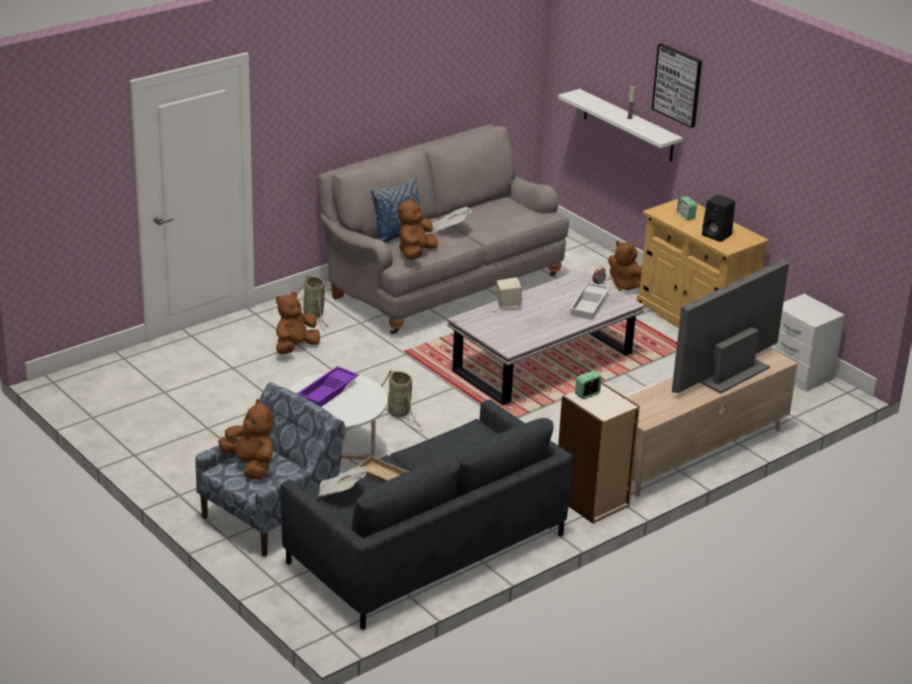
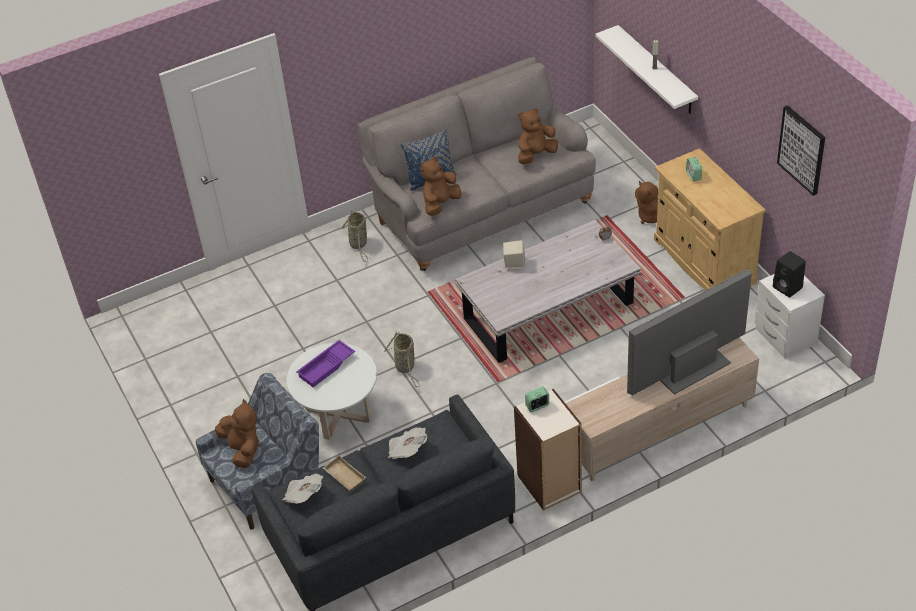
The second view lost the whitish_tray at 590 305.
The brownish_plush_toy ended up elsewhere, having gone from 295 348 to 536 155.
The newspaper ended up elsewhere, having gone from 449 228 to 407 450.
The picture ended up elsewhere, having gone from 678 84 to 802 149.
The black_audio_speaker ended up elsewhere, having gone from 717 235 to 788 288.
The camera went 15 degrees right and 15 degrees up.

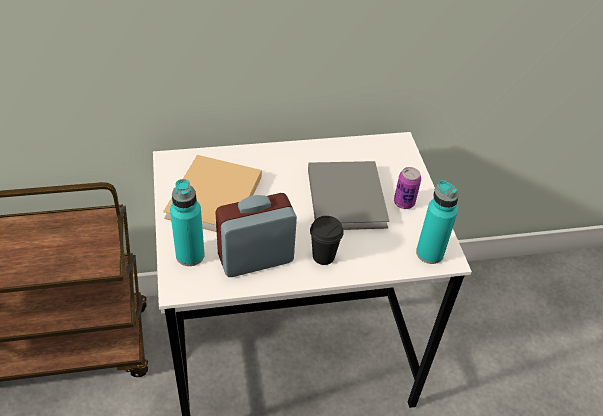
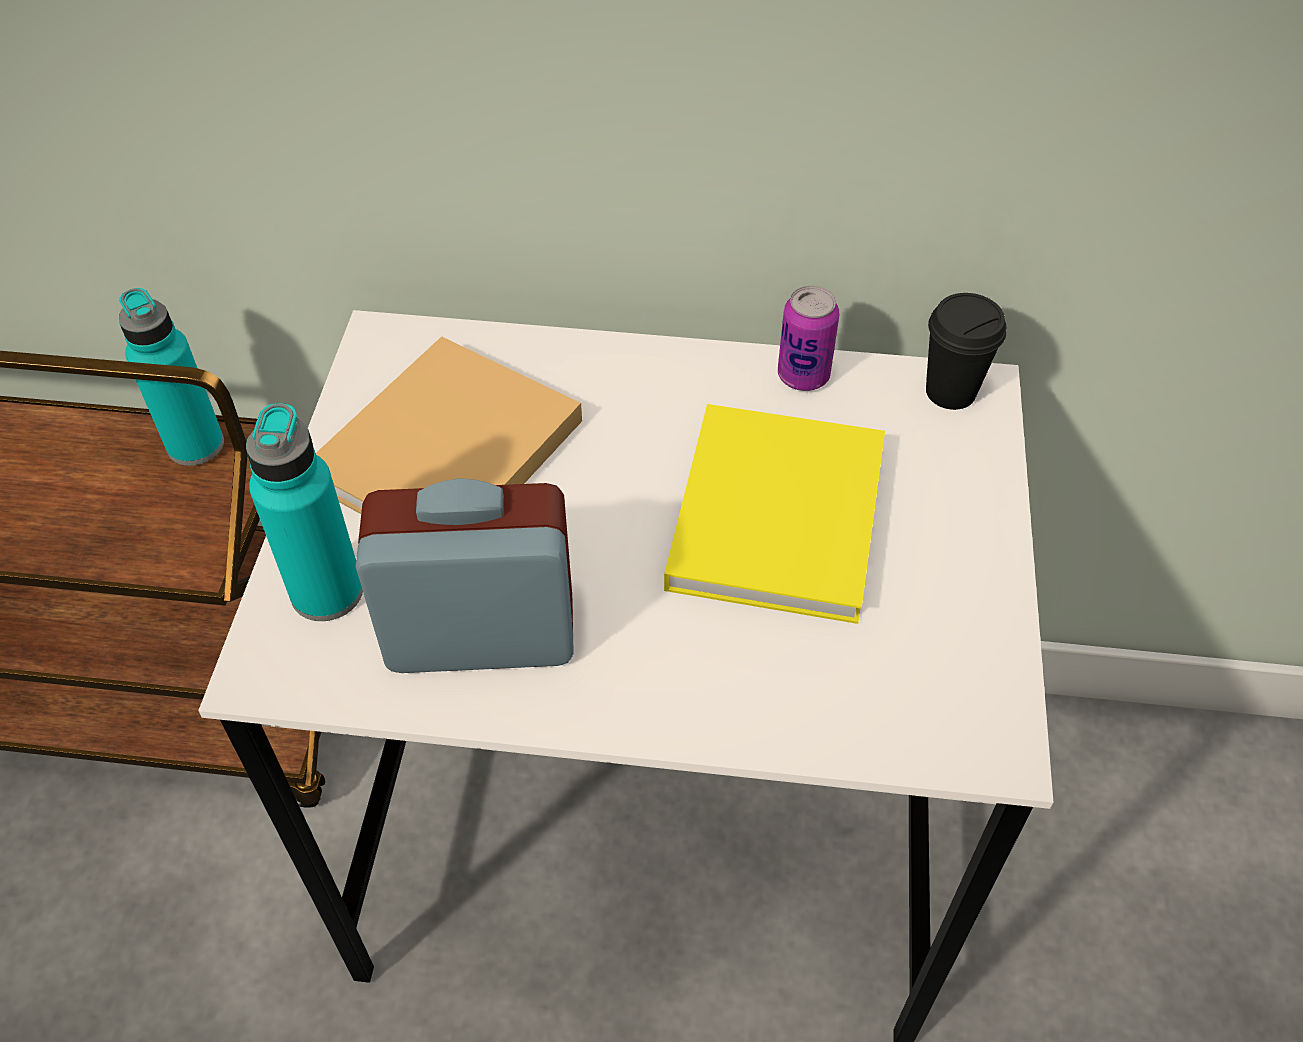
The black_cup ended up elsewhere, having gone from 323 256 to 950 392.
The metal_can ended up elsewhere, having gone from 404 203 to 803 376.
The turquoise-coloured_beverage_bottle ended up elsewhere, having gone from 429 253 to 196 445.
What was the grey_book at 346 195 turned into the yellowish_book at 778 510.
The camera went 20 degrees right and 5 degrees up.

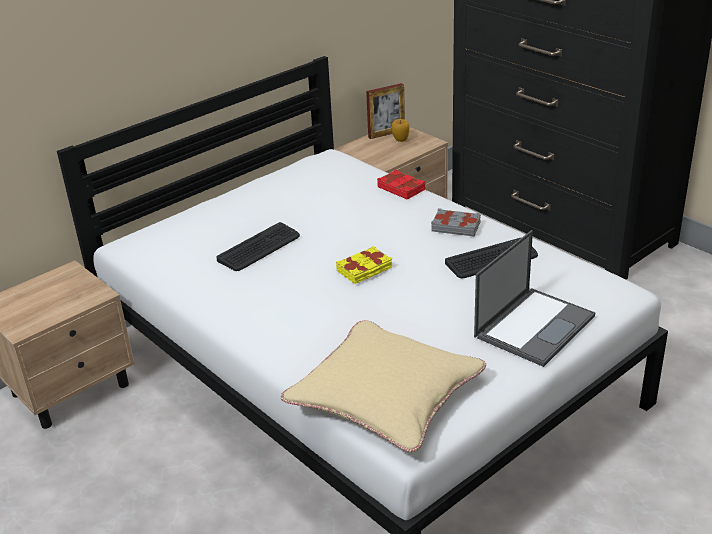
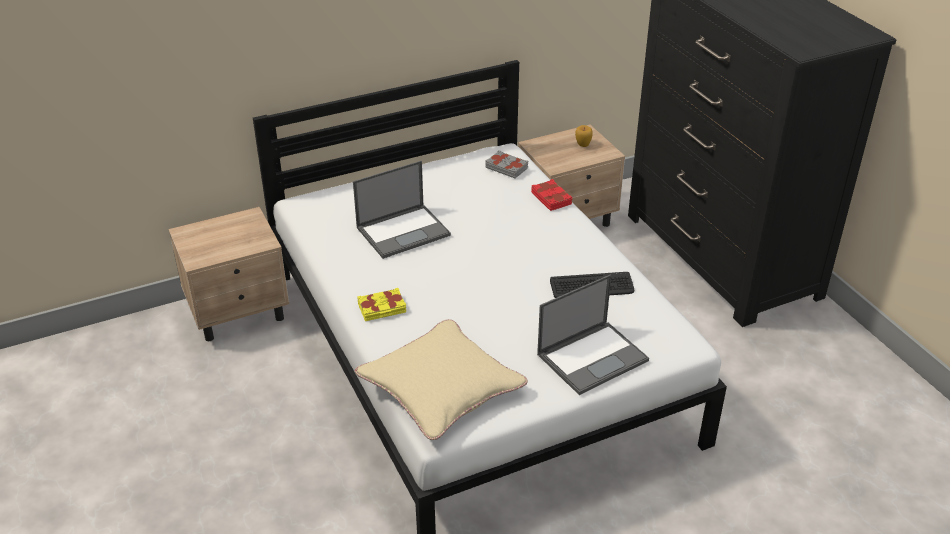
The second view lost the photo_frame at 386 133.
The yellowish_book ended up elsewhere, having gone from 365 269 to 382 308.
The grey_book ended up elsewhere, having gone from 456 226 to 507 167.
Where the computer_keyboard stood at 259 248, the laptop came to stand at 404 231.
The camera went 15 degrees right and 5 degrees up.

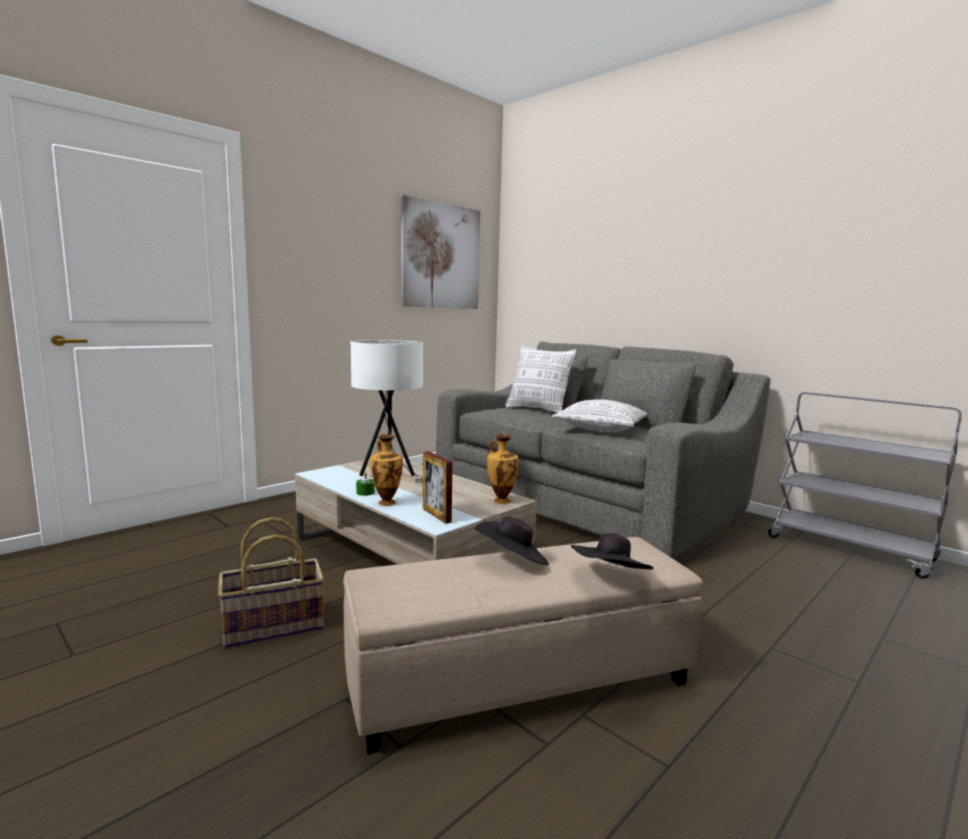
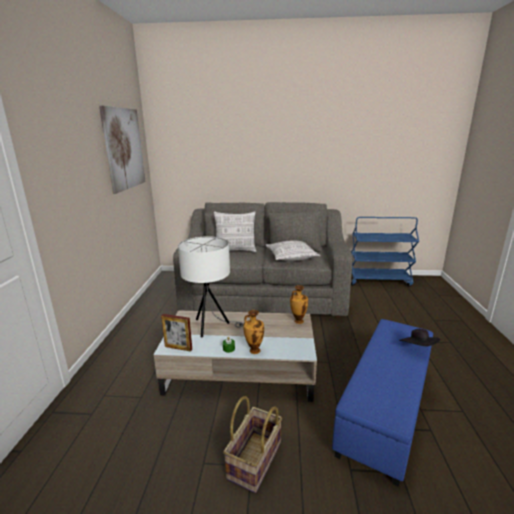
The second view lost the black_hat at 512 561.
The photo_frame ended up elsewhere, having gone from 436 515 to 178 348.
What was the beige_footrest at 520 681 turned into the blue_footrest at 386 410.
What was the grey_wheeled_cart at 851 549 turned into the blue_wheeled_cart at 378 280.
The camera went 40 degrees left and 10 degrees up.

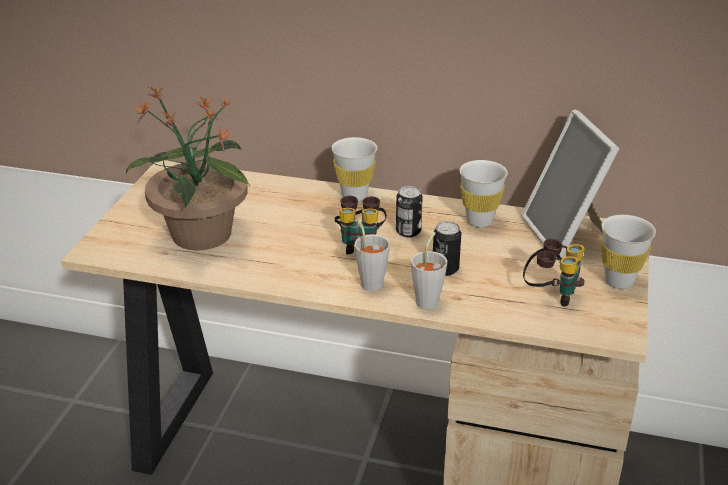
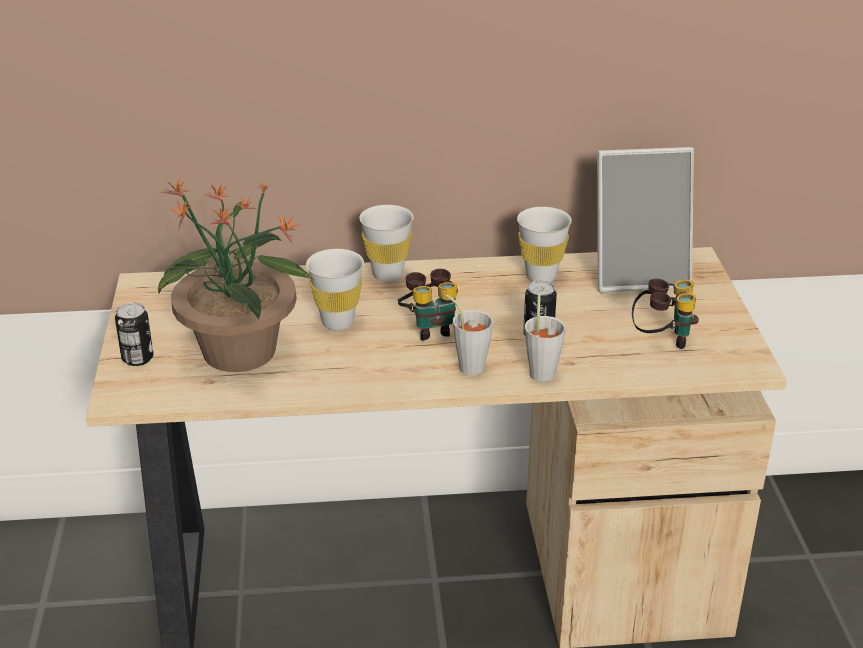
The metal_can ended up elsewhere, having gone from 408 231 to 137 358.
The whitish_cup ended up elsewhere, having gone from 618 281 to 337 322.
The photo_frame at 566 235 ended up facing another way, 60 degrees counterclockwise from before.
The camera went 20 degrees left and 0 degrees up.

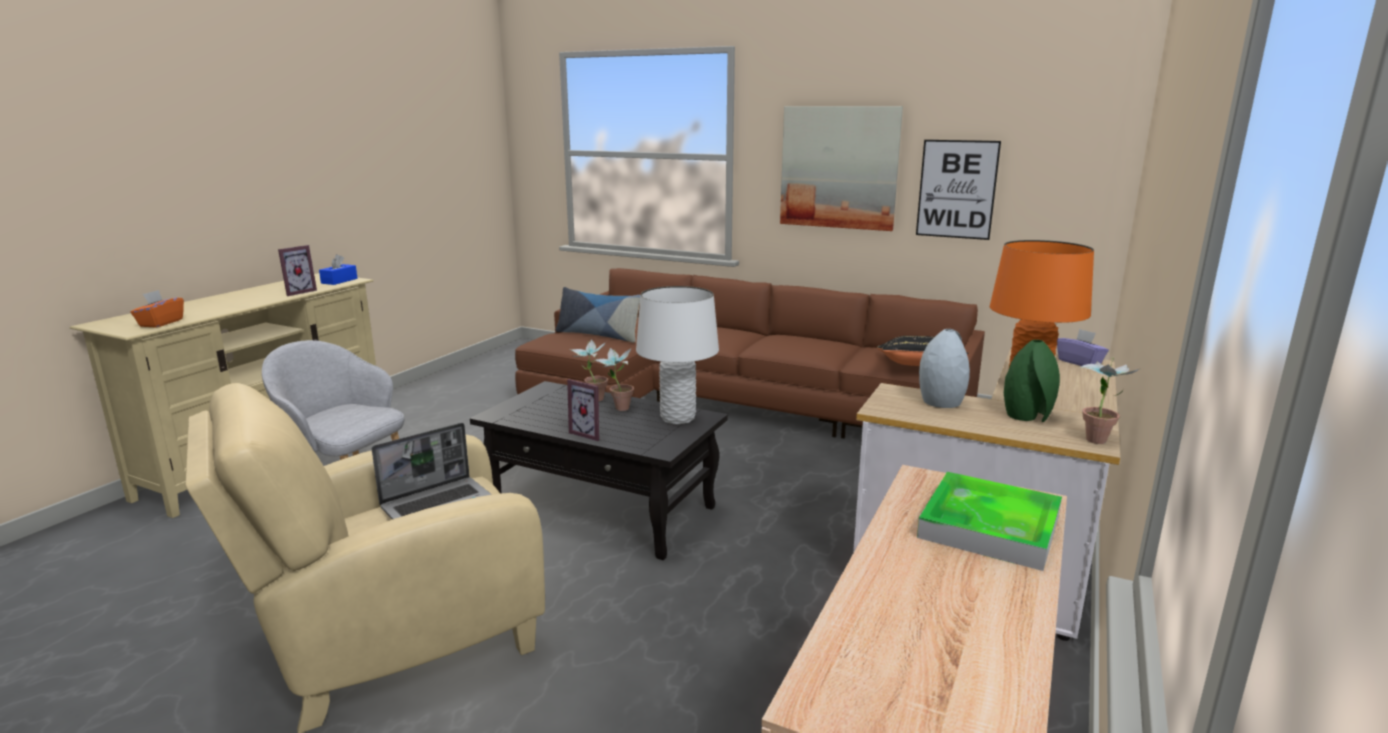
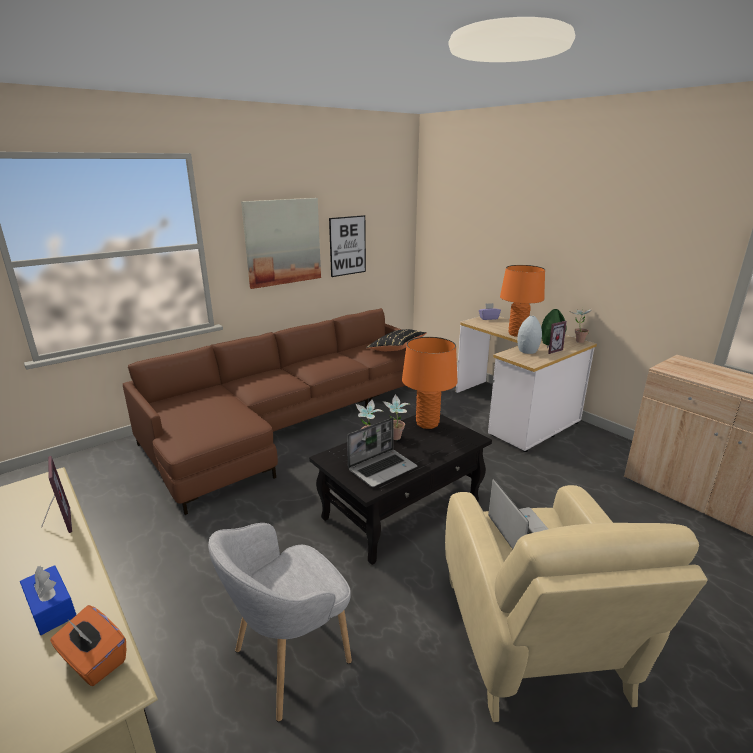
The second view lost the cushion at 598 335.
The second view lost the tray at 989 527.
The second view gained the laptop at 382 468.
The blue_tissue_holder ended up elsewhere, having gone from 339 281 to 51 608.
The photo_frame ended up elsewhere, having gone from 590 433 to 551 350.
What was the whitish_tabletop_lamp at 677 418 turned into the orange-coloured_tabletop_lamp at 427 423.
The camera went 65 degrees left and 5 degrees up.

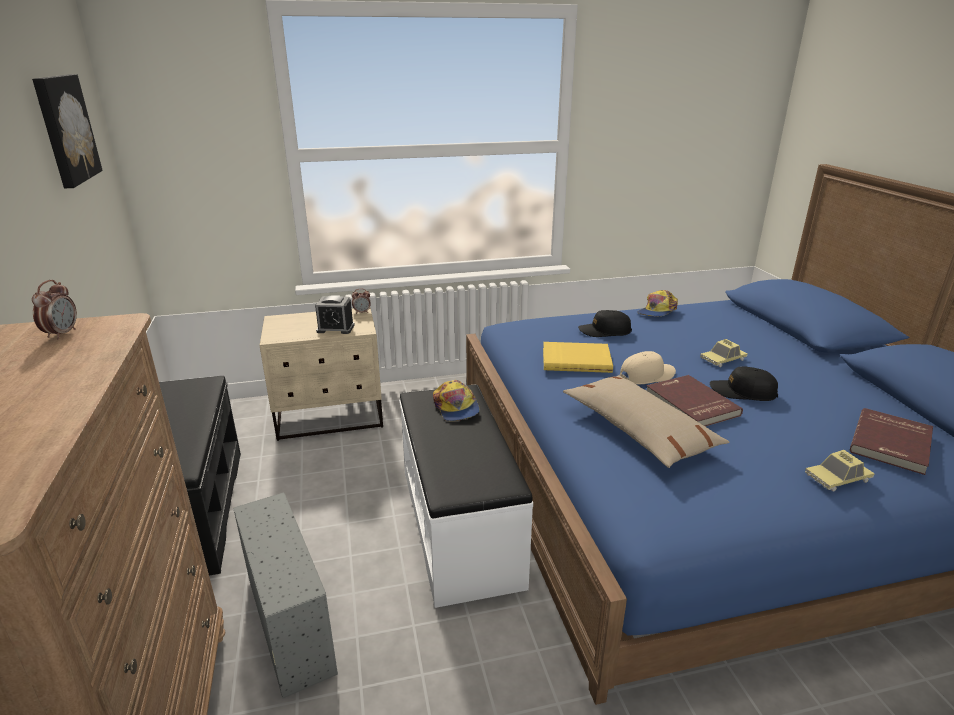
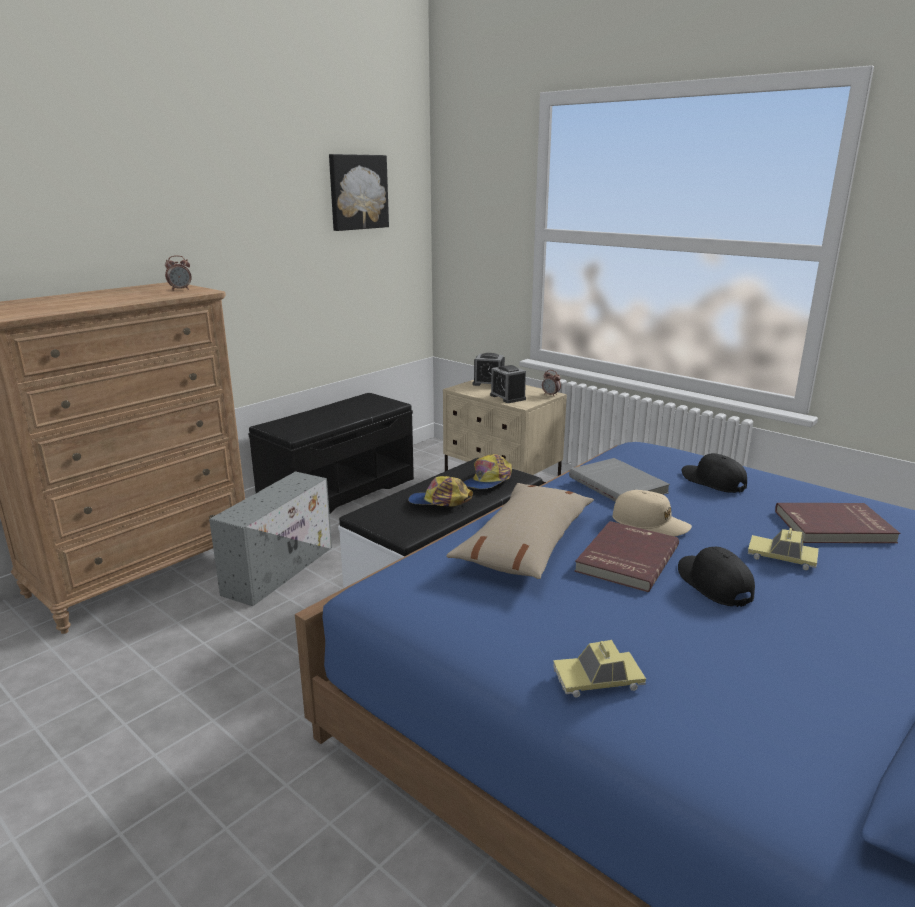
The second view gained the alarm_clock at 489 383.
The peaked_cap ended up elsewhere, having gone from 657 311 to 439 502.
The reddish_book ended up elsewhere, having gone from 892 443 to 834 527.
What was the yellowish_book at 576 359 turned into the grey_book at 619 484.
The toy_car at 837 478 ended up facing another way, 45 degrees counterclockwise from before.
The camera went 55 degrees right and 5 degrees down.

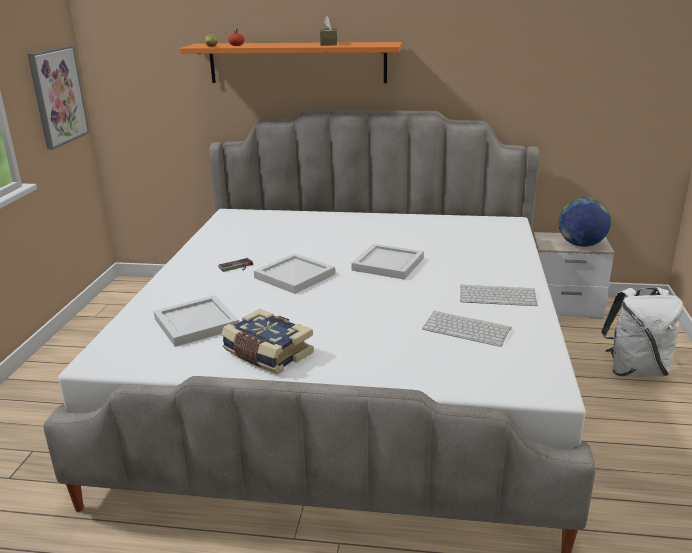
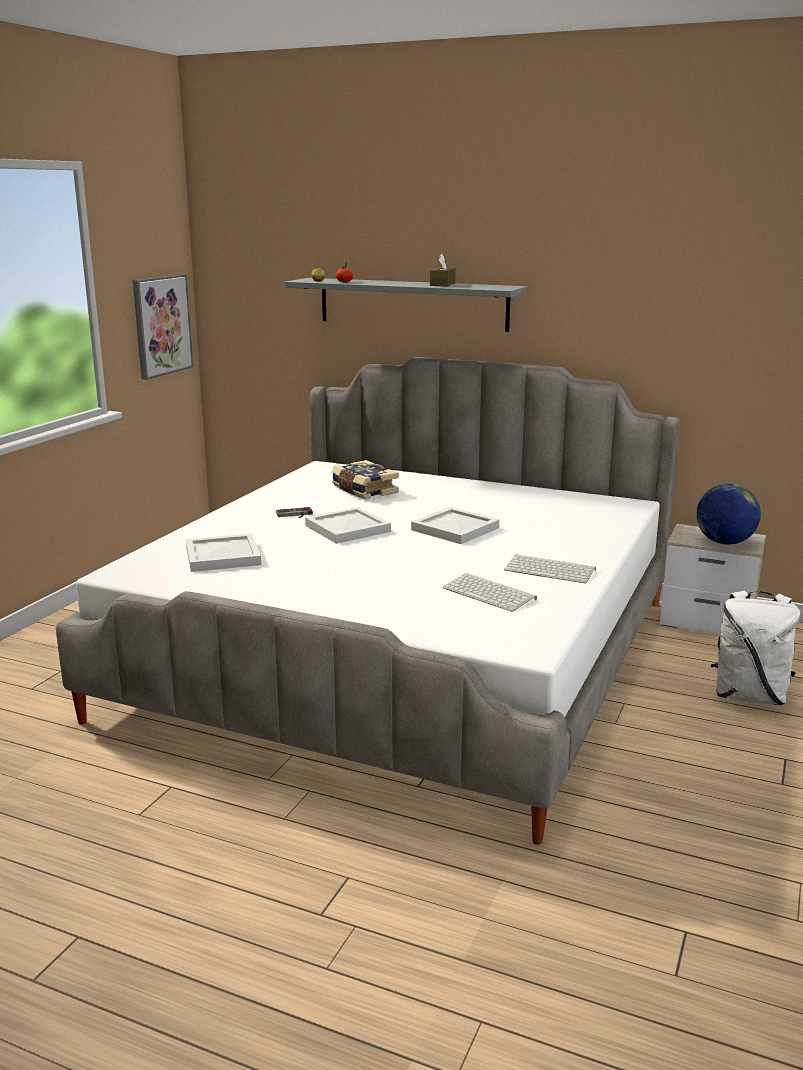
The book ended up elsewhere, having gone from 267 354 to 363 490.
What was the orange-coloured_bracket_shelf at 297 63 turned into the grey_bracket_shelf at 412 304.
The camera went 15 degrees right and 5 degrees down.

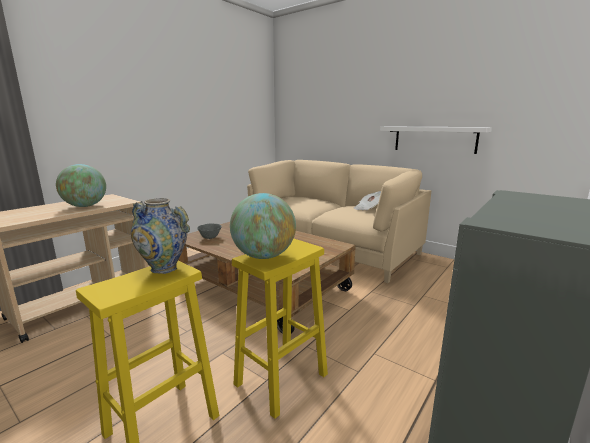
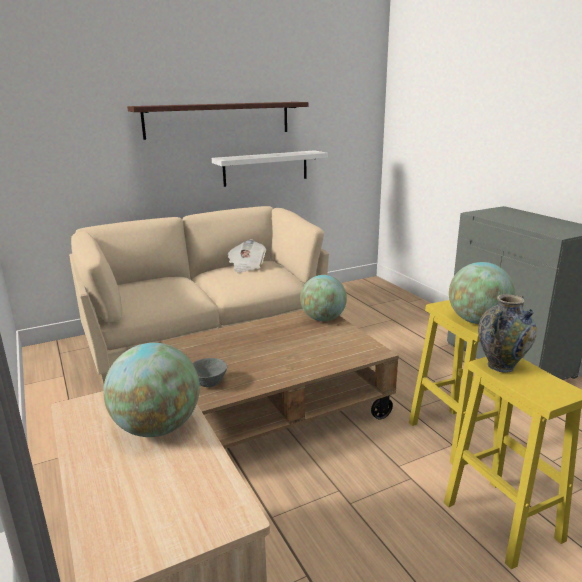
The second view gained the bracket_shelf at 218 119.
The second view gained the desk_globe at 323 319.
The camera went 65 degrees left and 5 degrees up.

